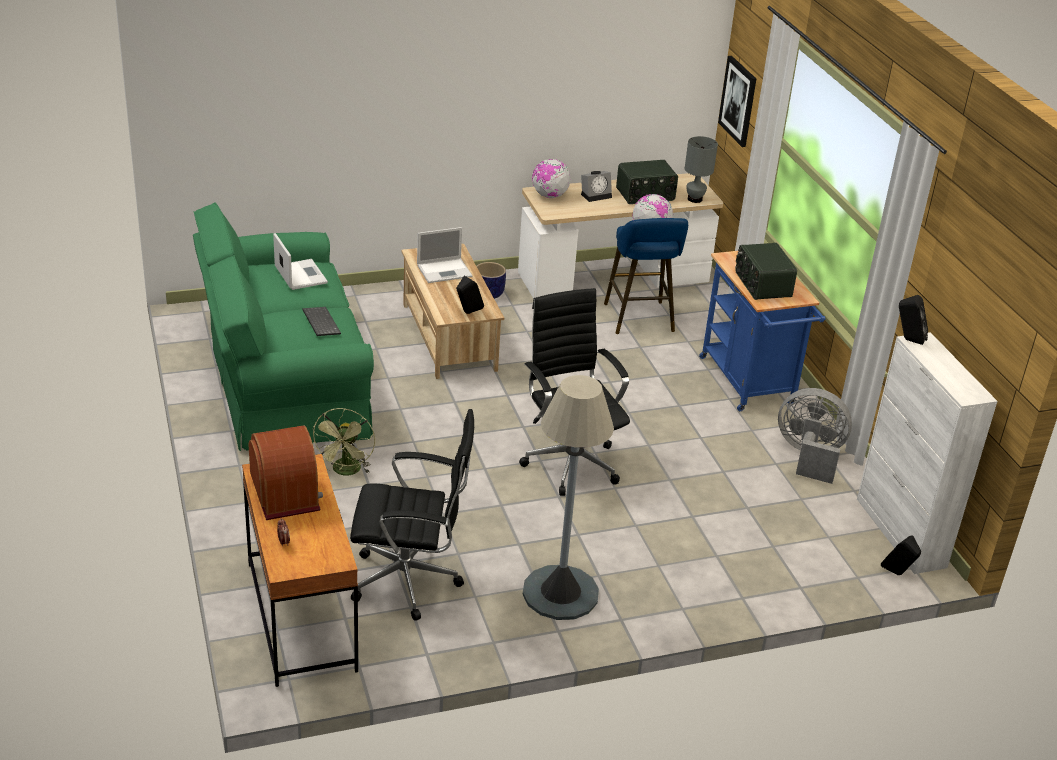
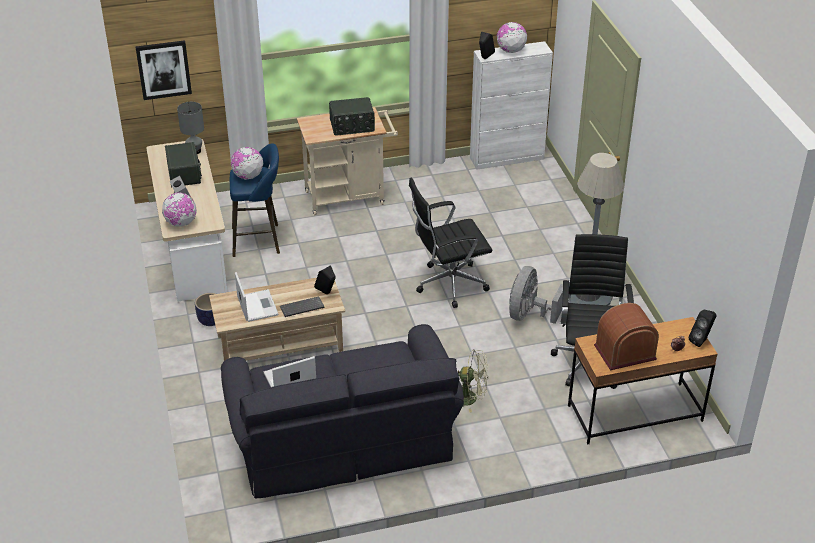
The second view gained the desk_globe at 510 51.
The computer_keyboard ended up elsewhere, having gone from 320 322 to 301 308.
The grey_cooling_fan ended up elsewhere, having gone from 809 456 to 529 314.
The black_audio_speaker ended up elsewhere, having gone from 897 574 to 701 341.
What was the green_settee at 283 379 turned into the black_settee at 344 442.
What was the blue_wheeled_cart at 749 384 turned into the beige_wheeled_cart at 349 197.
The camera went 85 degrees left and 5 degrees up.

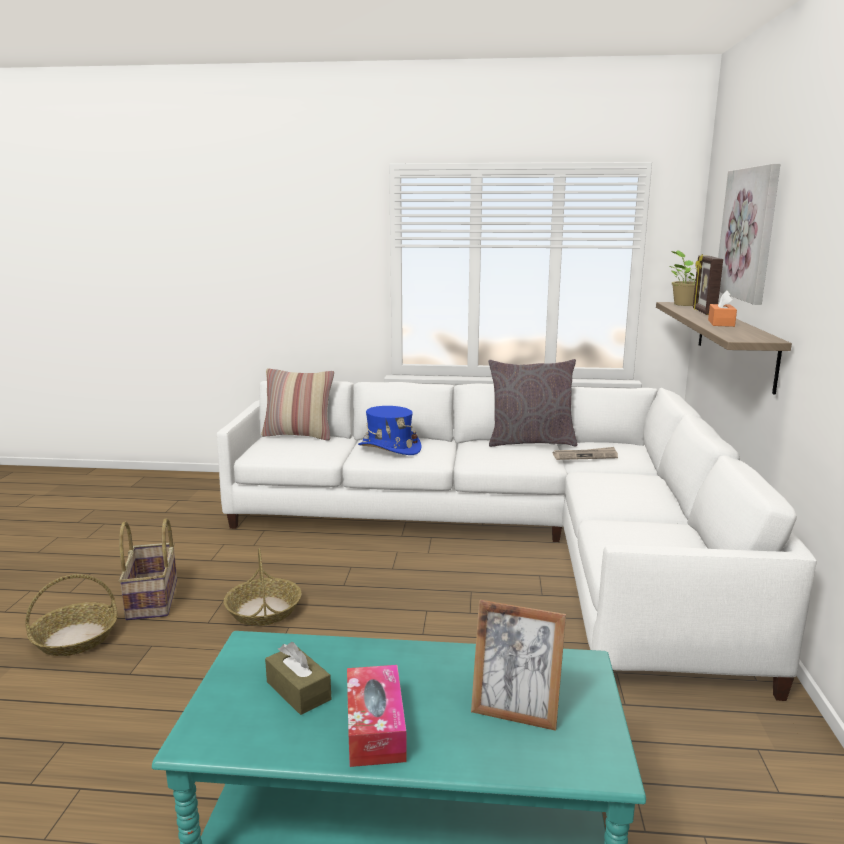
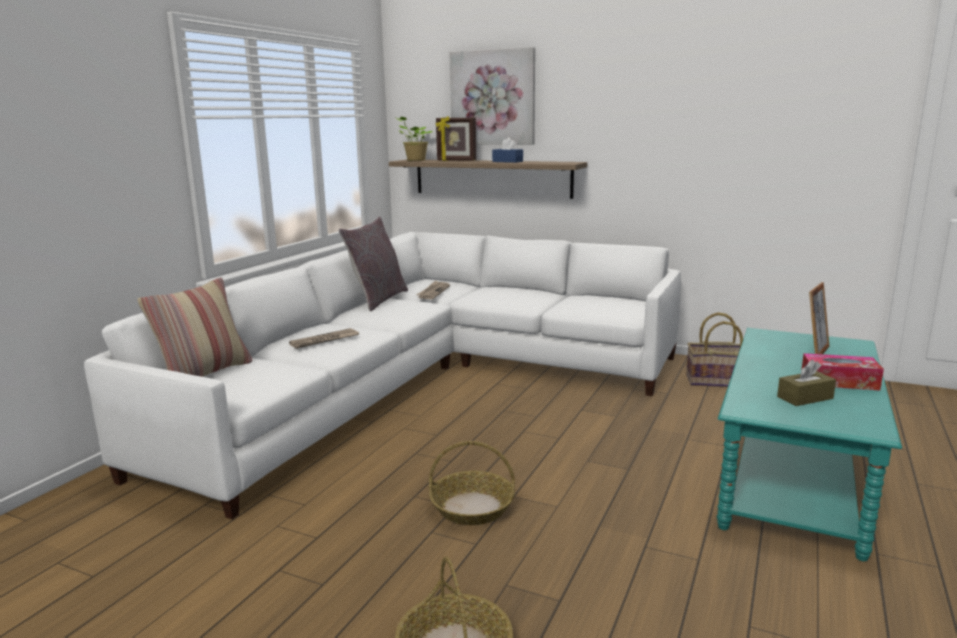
The storage_basket ended up elsewhere, having gone from 154 599 to 718 380.
Where the blue_hat stood at 389 448, the newspaper came to stand at 324 340.
What was the orange-coloured_tissue_holder at 721 323 turned into the blue_tissue_holder at 507 161.
The camera went 70 degrees left and 0 degrees up.

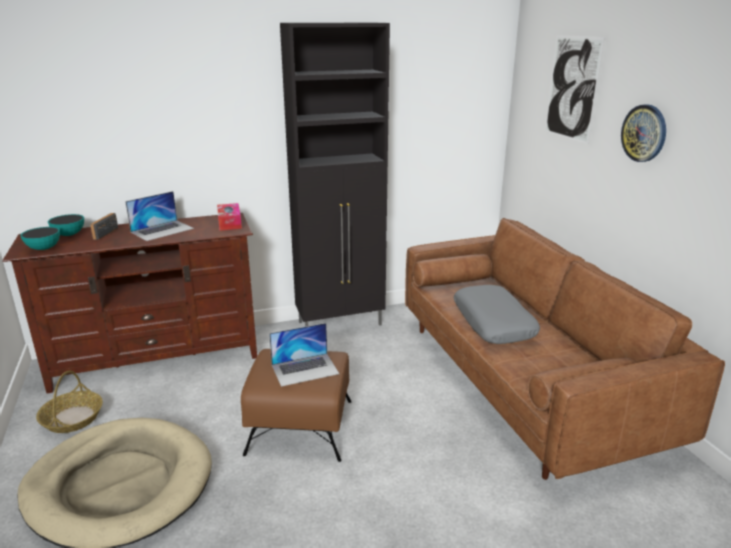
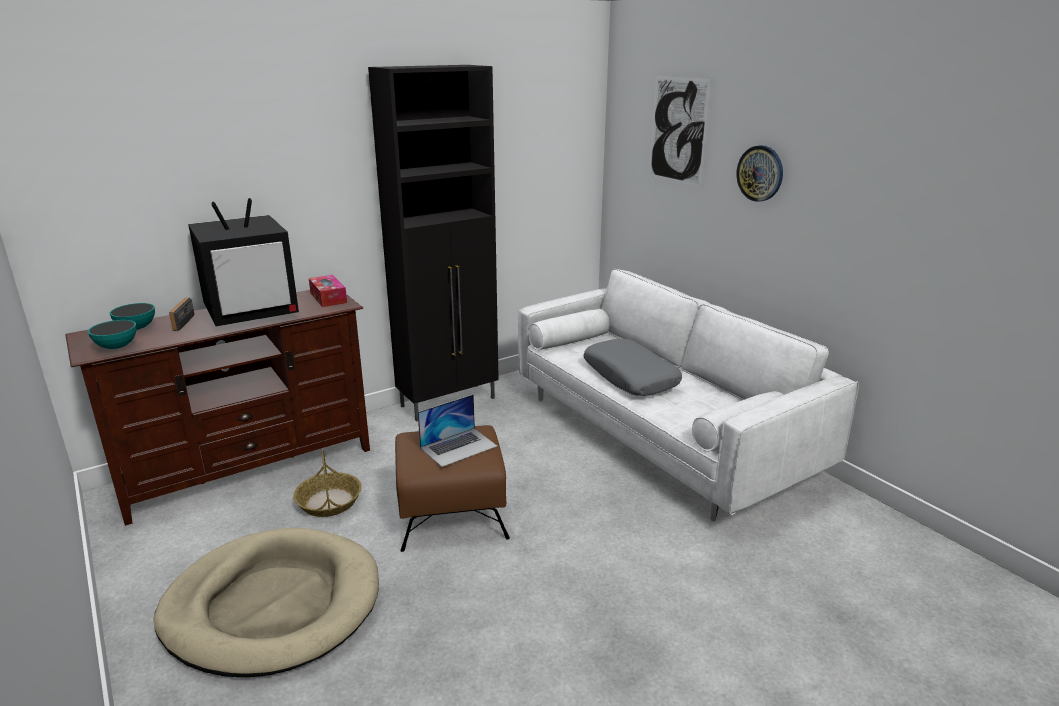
The storage_basket ended up elsewhere, having gone from 72 418 to 329 502.
Where the laptop stood at 162 230, the TV_set came to stand at 253 313.
What was the brownish_settee at 523 380 turned into the whitish_settee at 660 434.
The camera went 15 degrees left and 0 degrees up.

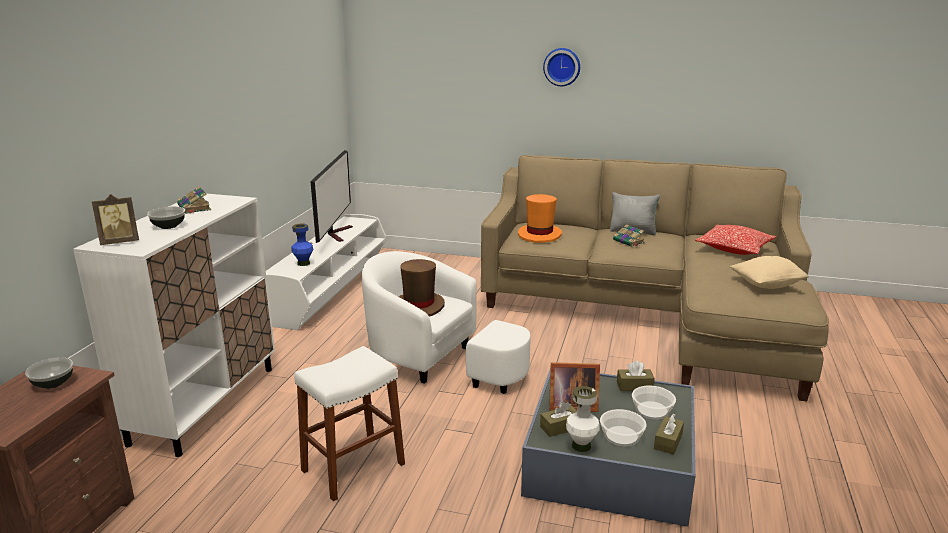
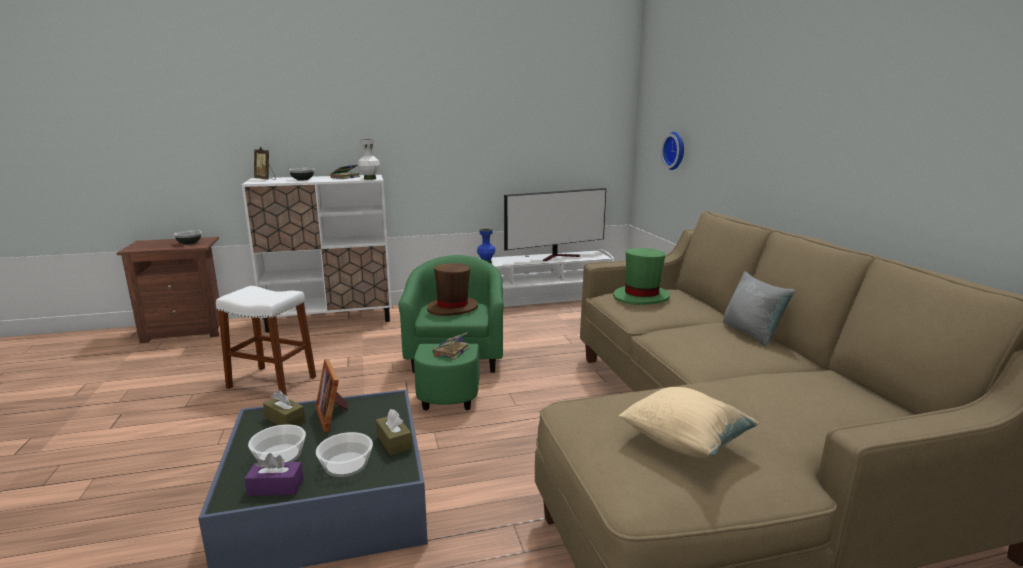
The second view lost the cushion at 734 249.
The wall_clock ended up elsewhere, having gone from 562 66 to 675 150.
The whitish_vase ended up elsewhere, having gone from 581 445 to 370 179.
The book ended up elsewhere, having gone from 629 241 to 450 352.
What was the whitish_easy_chair at 437 362 turned into the green_easy_chair at 455 367.
What was the orange-coloured_hat at 539 235 turned into the green_hat at 641 297.
What was the brownish_tissue_holder at 668 441 turned into the purple_tissue_holder at 276 487.
The camera went 60 degrees right and 5 degrees down.

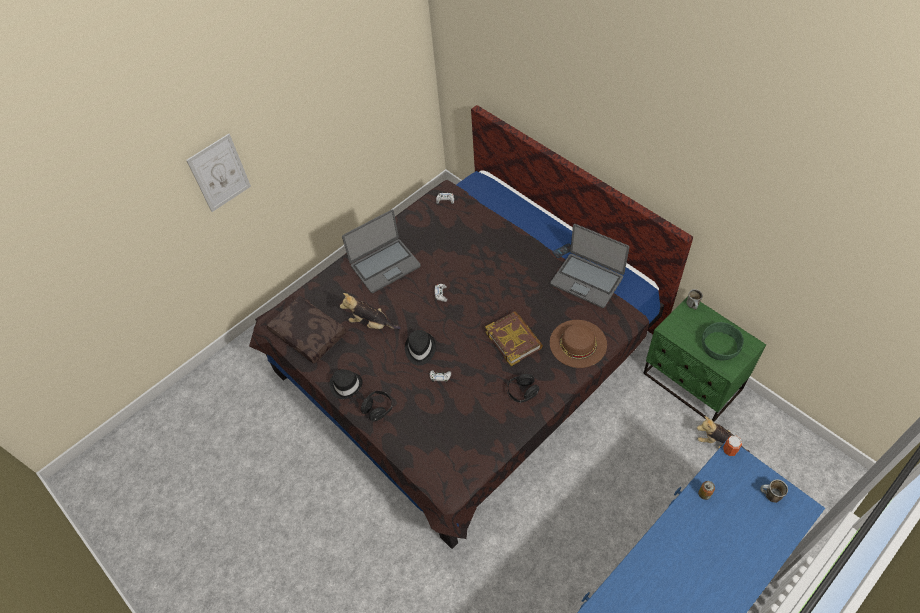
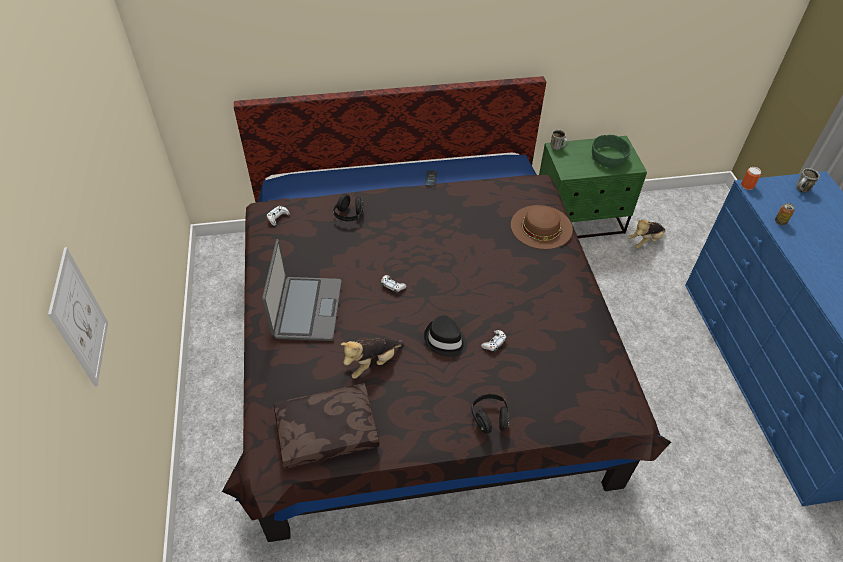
The second view lost the black_hat at 346 385.
The second view lost the book at 513 340.
The second view lost the laptop at 587 280.
The black_headphones ended up elsewhere, having gone from 522 392 to 349 215.
The camera went 60 degrees left and 5 degrees down.

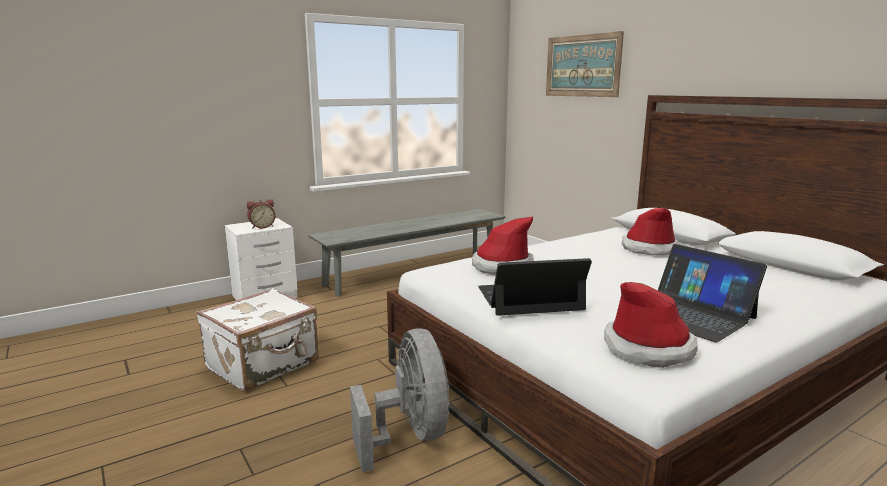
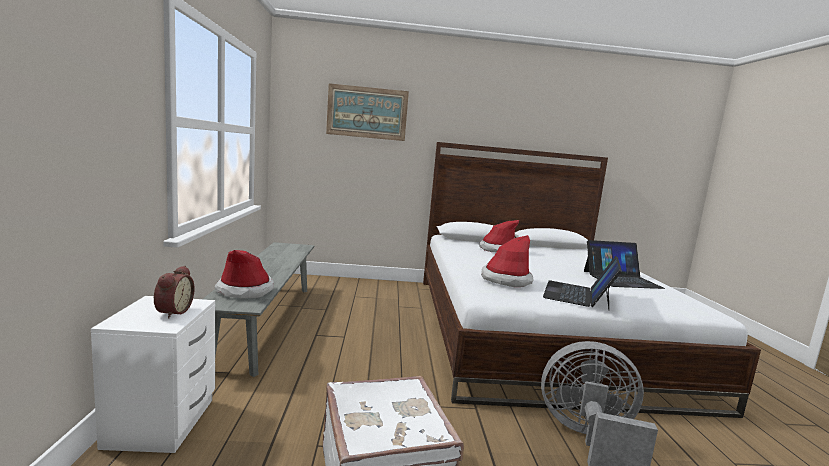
The hat ended up elsewhere, having gone from 648 348 to 245 290.
The camera went 60 degrees left and 5 degrees down.

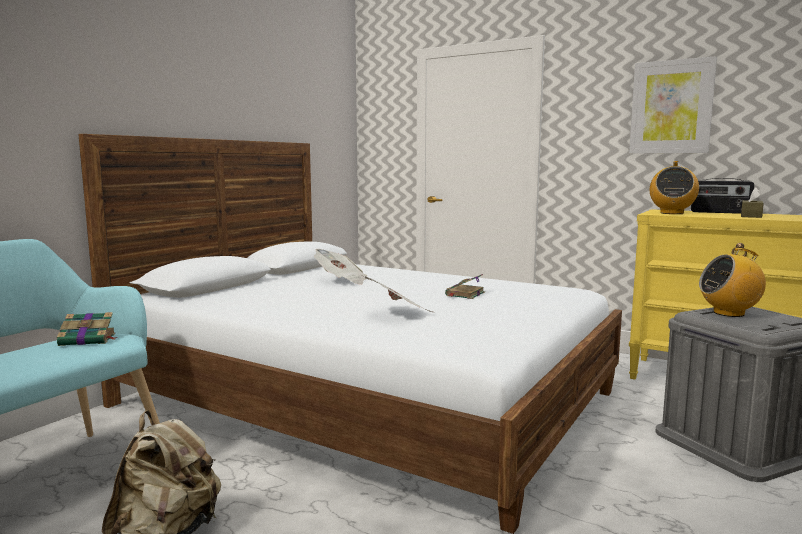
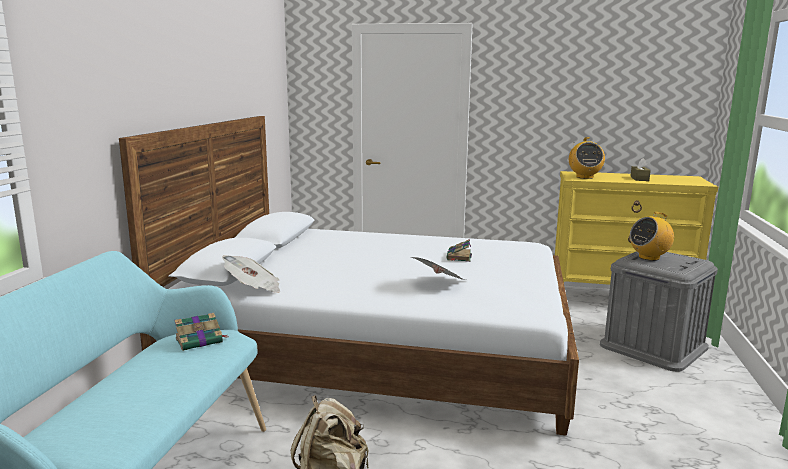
The second view lost the picture at 671 107.
The second view lost the radio_set at 720 212.
The newspaper ended up elsewhere, having gone from 341 281 to 254 288.
The camera went 20 degrees left and 5 degrees up.

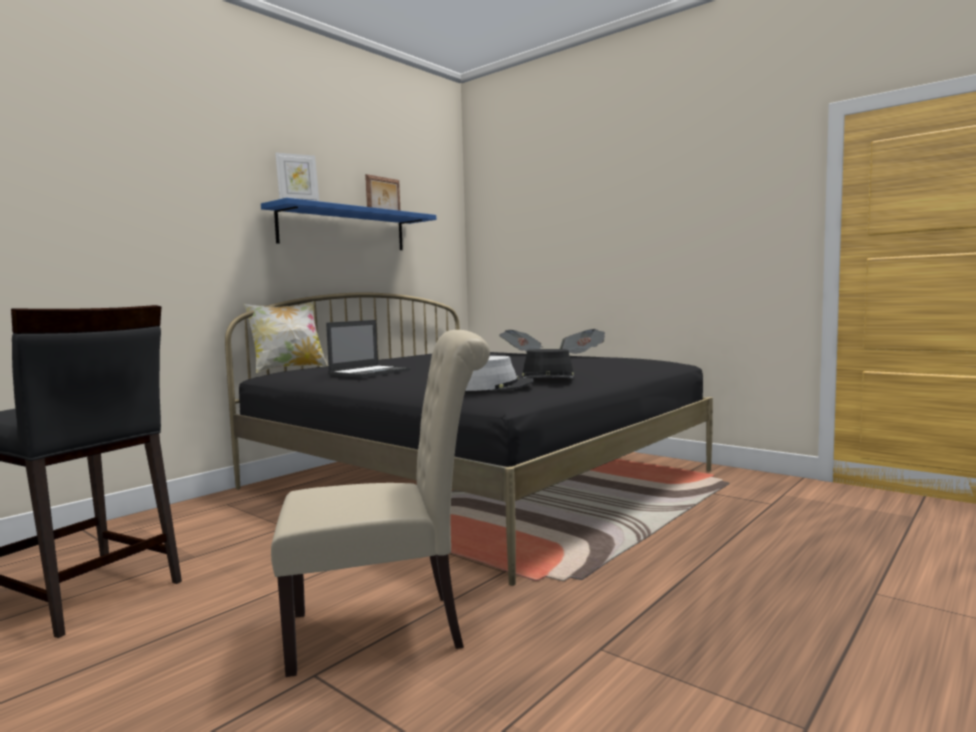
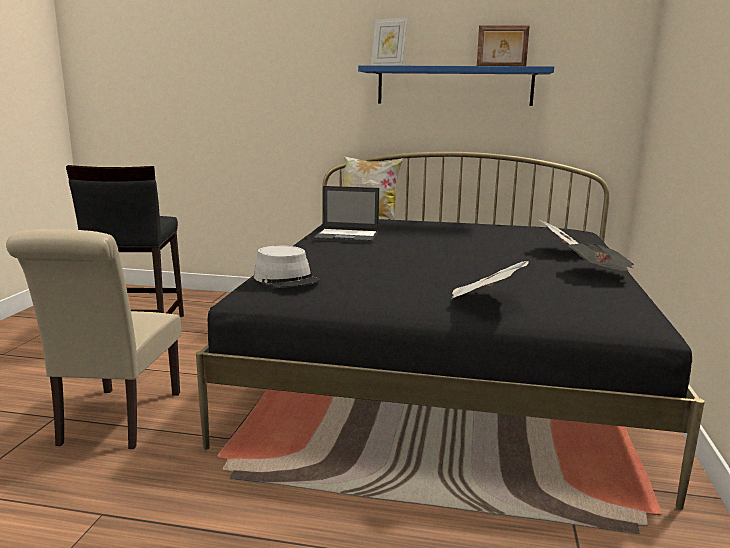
The second view lost the black_hat at 548 377.
The second view gained the newspaper at 484 299.
The beige_upright_chair at 388 629 ended up facing another way, 45 degrees clockwise from before.
The camera went 60 degrees right and 10 degrees up.

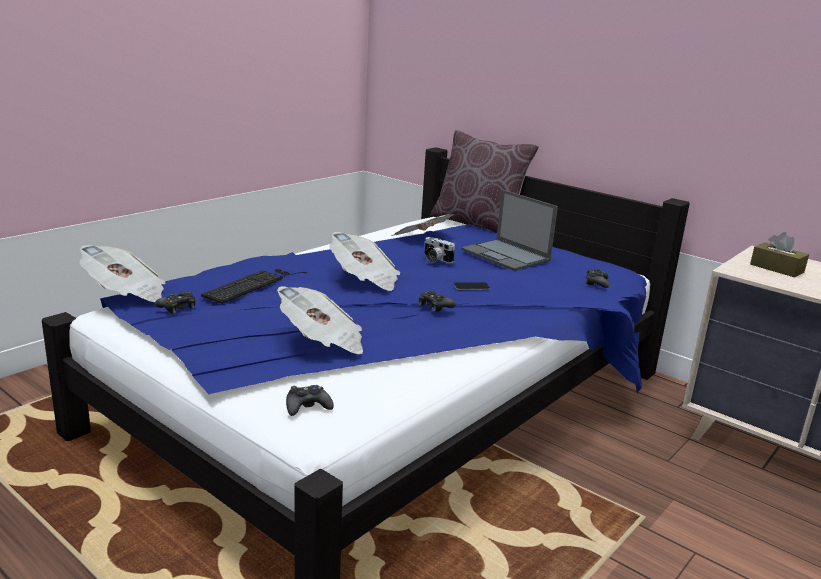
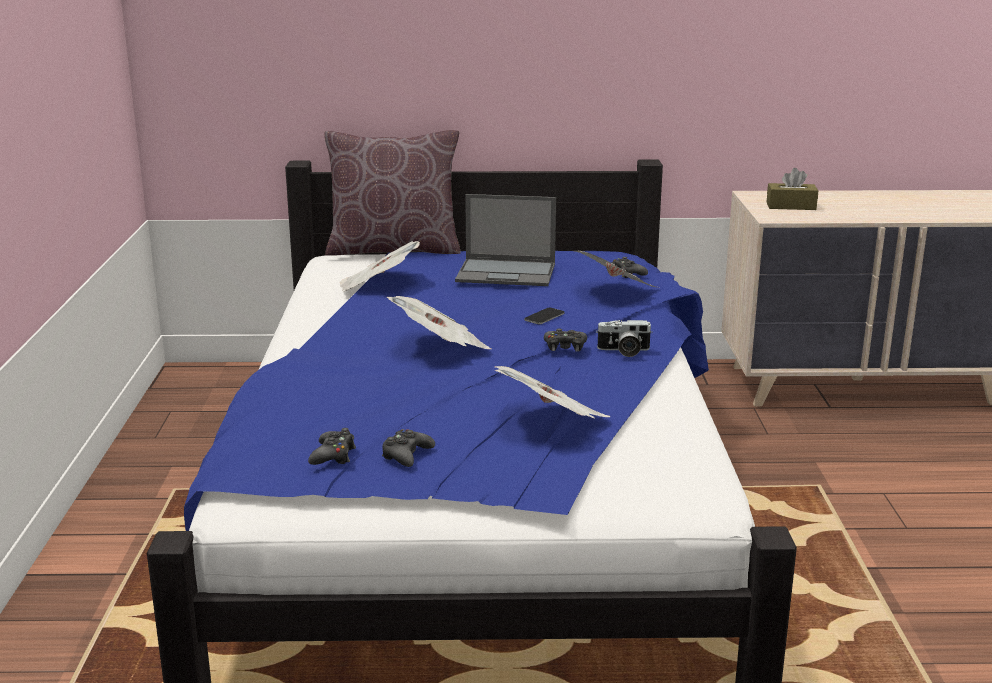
The second view lost the computer_keyboard at 252 284.
The newspaper ended up elsewhere, having gone from 126 294 to 616 291.
The black_game_controller ended up elsewhere, having gone from 307 406 to 407 455.
The still_camera ended up elsewhere, having gone from 435 259 to 624 351.
The camera went 40 degrees left and 0 degrees up.

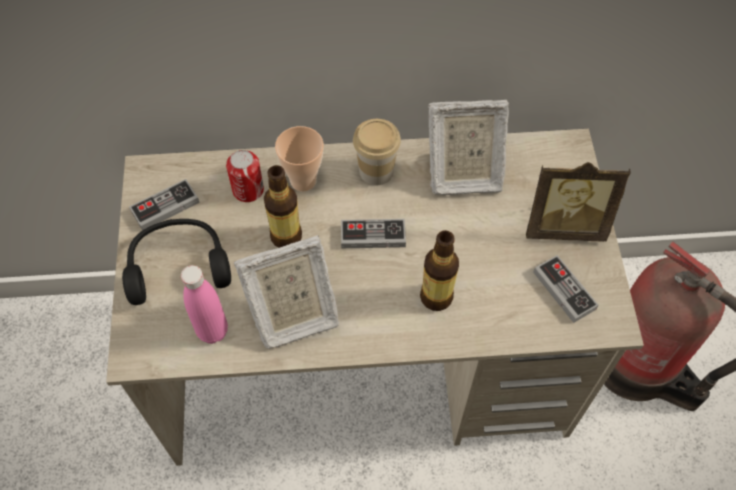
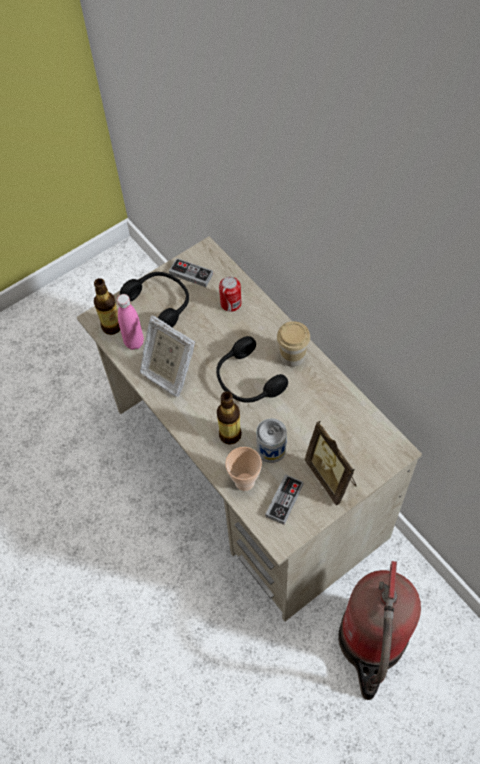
The second view lost the photo_frame at 462 174.
The second view gained the metal_can at 271 449.
The beverage_bottle ended up elsewhere, having gone from 286 236 to 112 326.
The cup ended up elsewhere, having gone from 303 180 to 244 481.
Where the game_controller stood at 373 235, the black_headphones came to stand at 247 380.
The camera went 60 degrees right and 0 degrees up.

